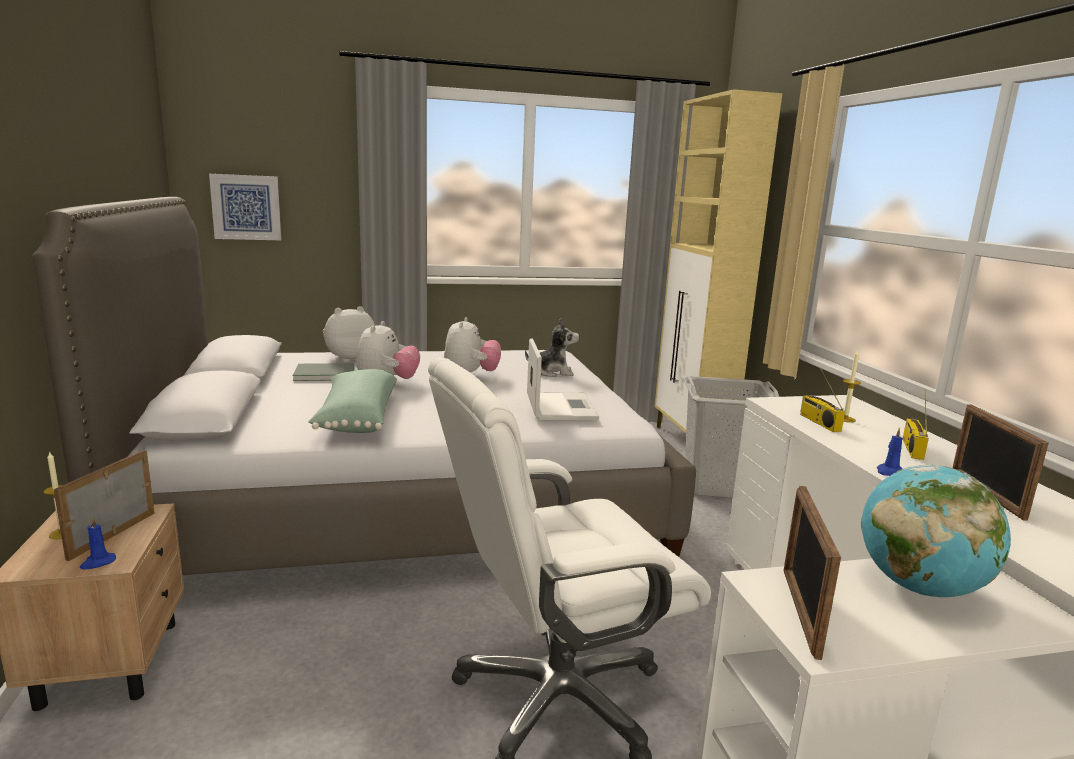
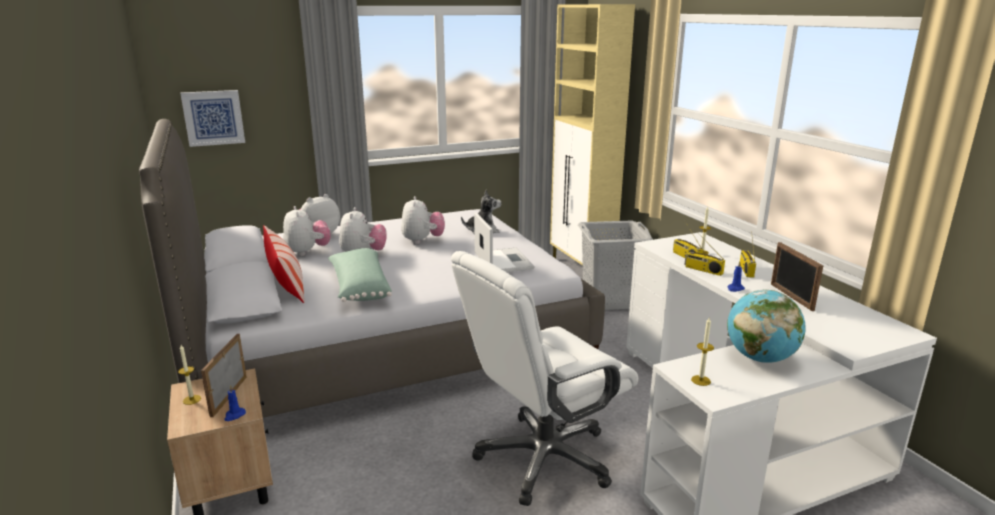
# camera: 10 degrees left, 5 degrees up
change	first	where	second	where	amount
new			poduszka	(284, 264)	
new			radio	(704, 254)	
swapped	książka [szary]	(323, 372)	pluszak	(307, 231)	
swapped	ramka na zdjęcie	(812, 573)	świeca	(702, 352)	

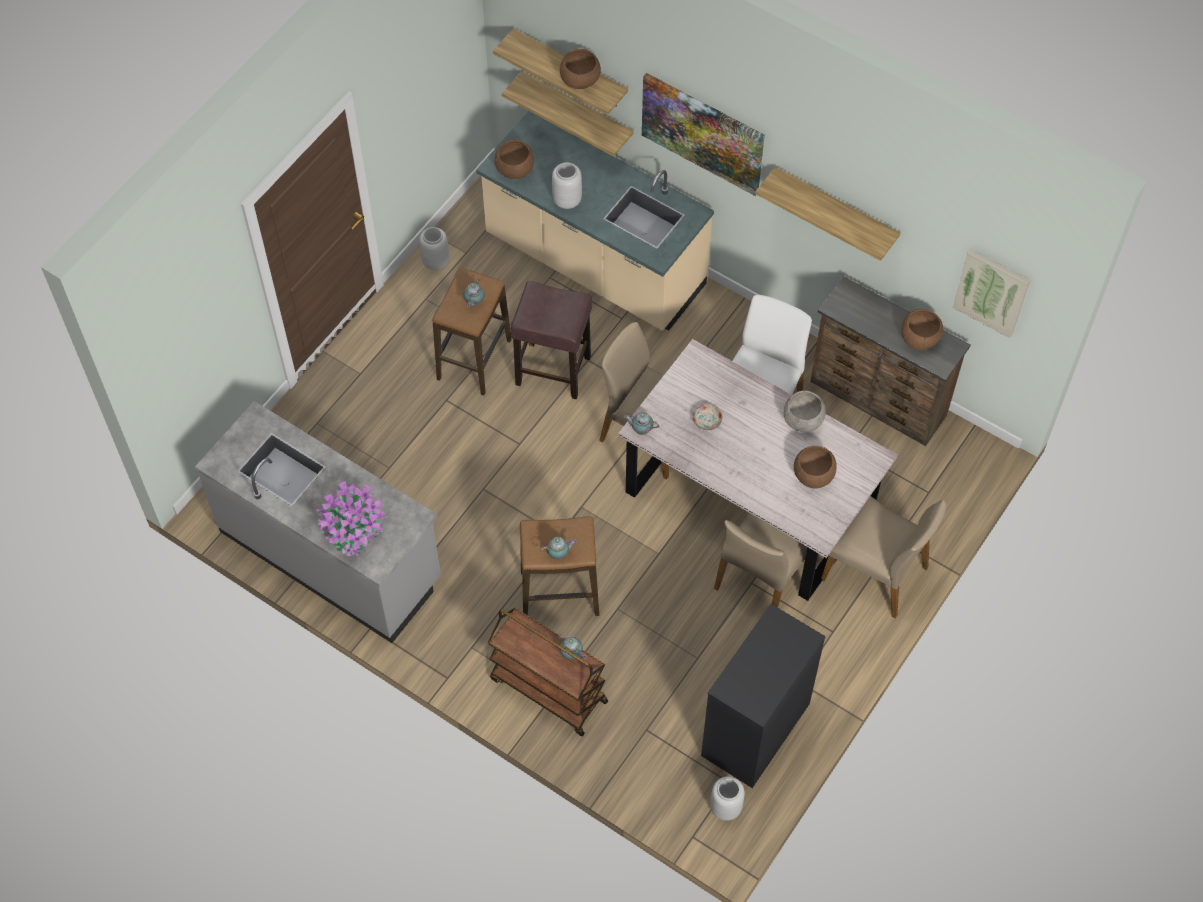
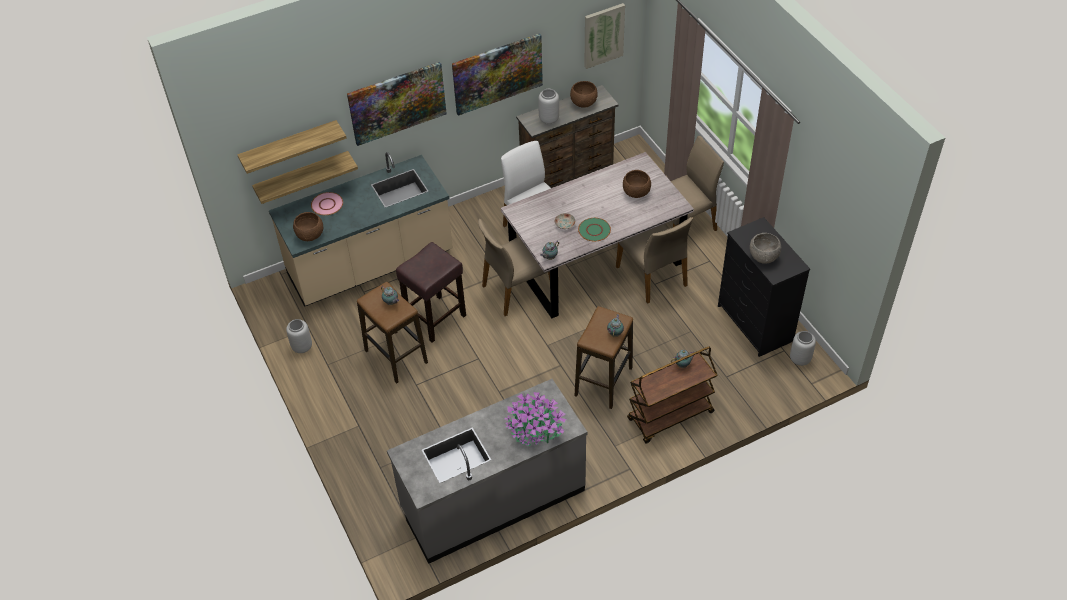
# camera: 60 degrees left, 10 degrees down
change	first	where	second	where	amount
gone	miska [brązowy]	(580, 69)			
new			talerz [różowy]	(327, 203)	
new			talerz [zielony]	(594, 229)	
shifted	wazon [szary]	(567, 185)		(548, 106)	
shifted	miska [szary]	(804, 411)		(765, 248)	
swapped	półka	(827, 214)	obraz	(497, 74)	

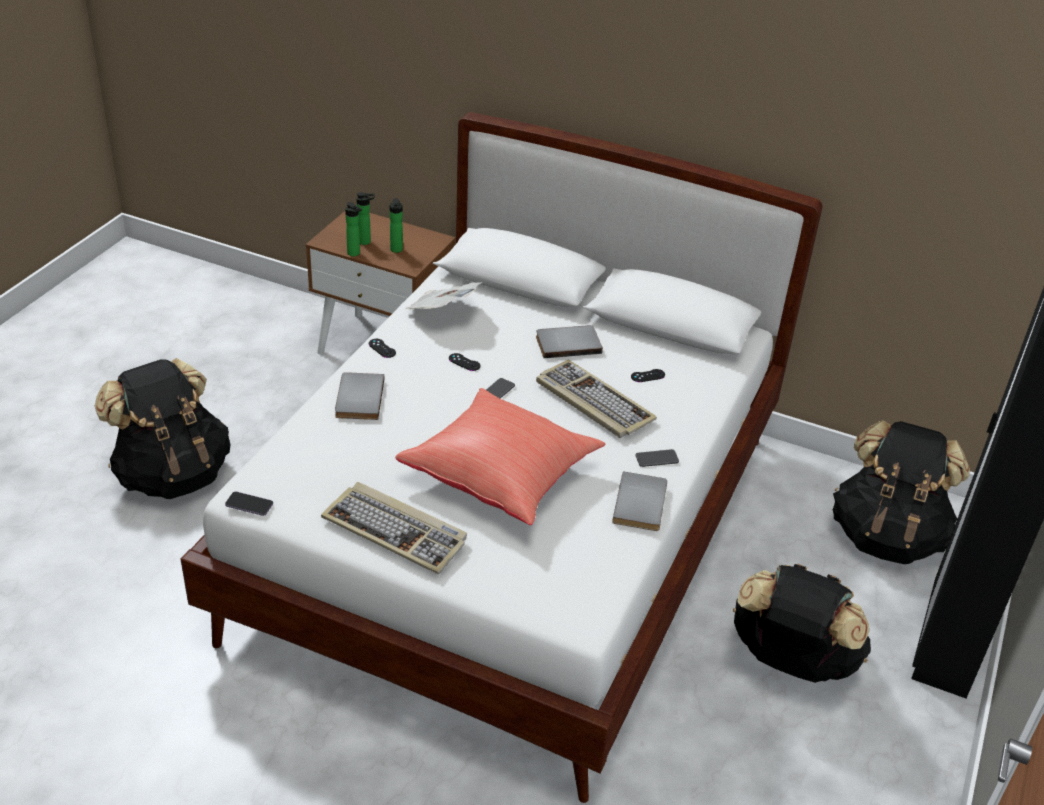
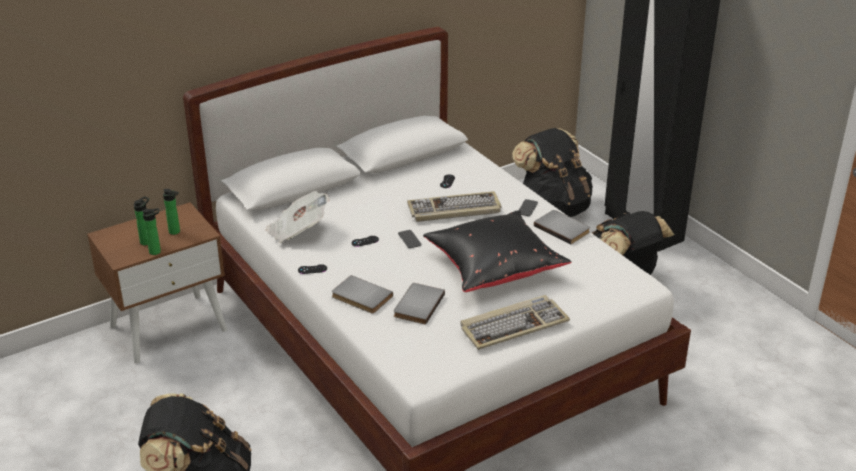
# camera: 55 degrees left, 5 degrees down
change	first	where	second	where	amount
gone	telefon	(249, 504)			
shifted	książka [szary]	(569, 341)		(419, 304)	
repainted	poduszka [czerwony]	(500, 456)	poduszka [czarny]	(497, 251)	

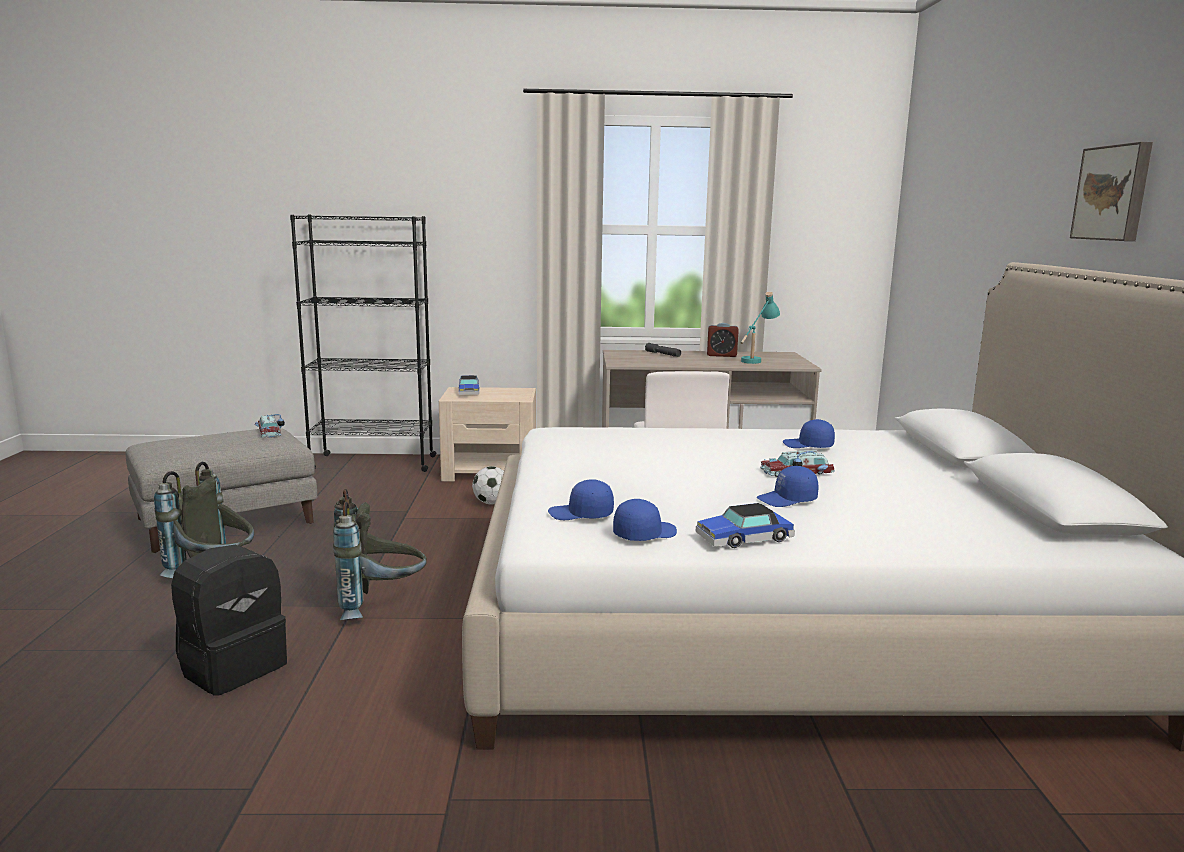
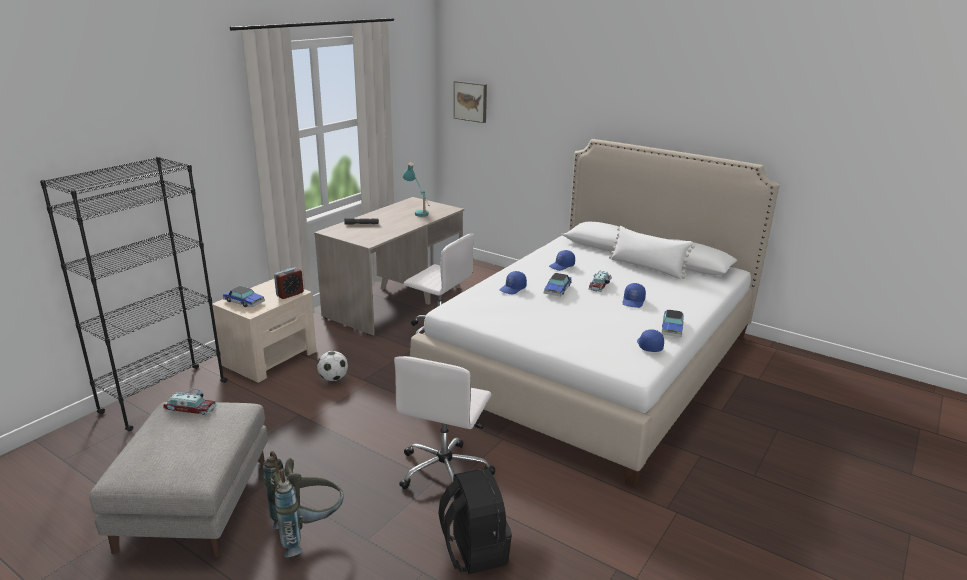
# camera: 55 degrees left, 10 degrees up
change	first	where	second	where	amount
new			samochodzik	(558, 285)	
new			poduszka [biały]	(652, 252)	
shifted	czapka z daszkiem [niebieski]	(581, 499)		(513, 282)	
shifted	budzik	(723, 340)		(289, 283)	
shifted	obraz	(1111, 191)		(470, 102)	
swapped	plecak [szary]	(380, 554)	krzesło biurowe [biały]	(444, 422)	

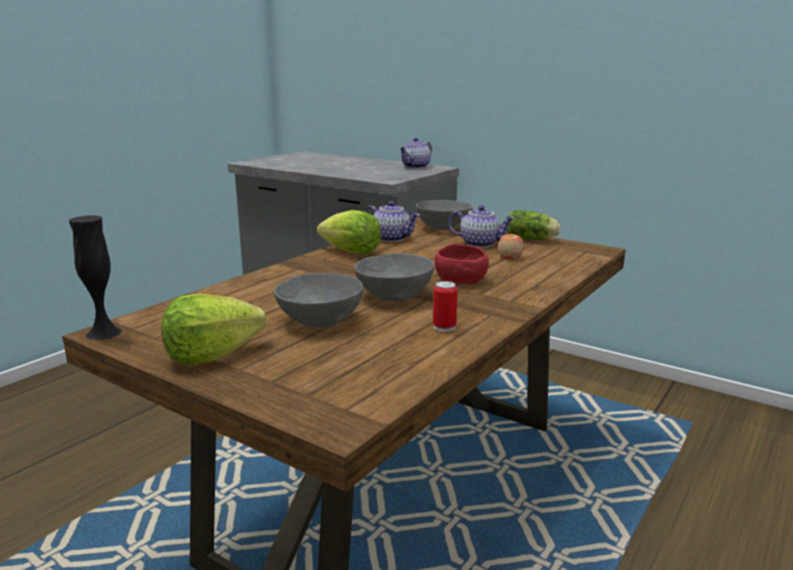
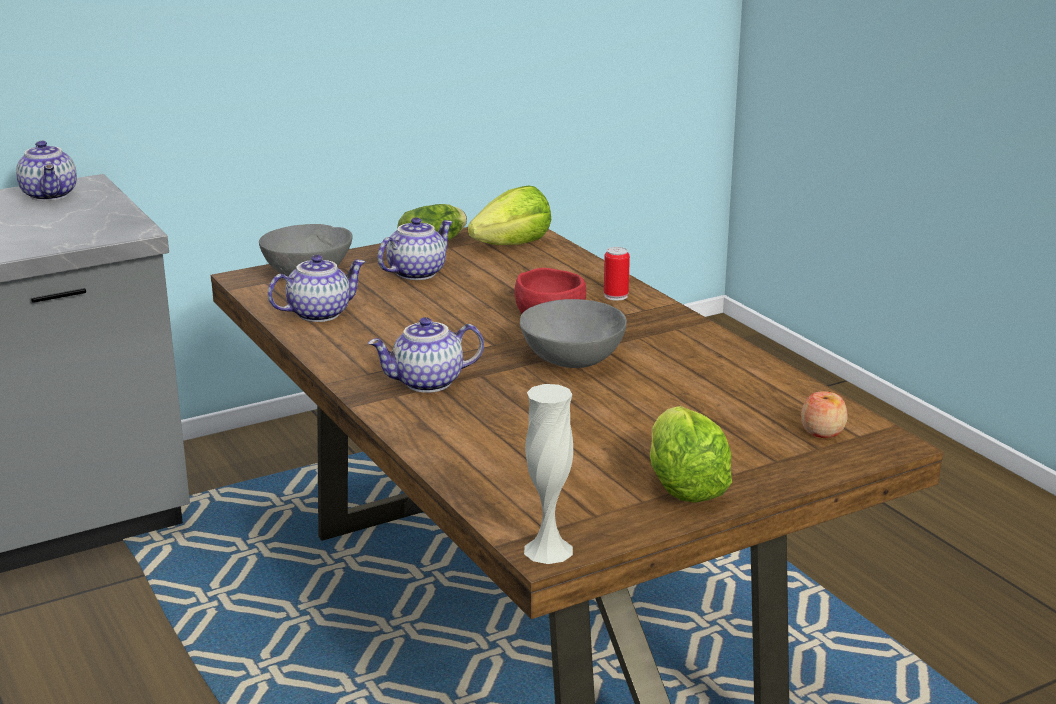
# camera: 65 degrees left, 5 degrees up
change	first	where	second	where	amount
gone	miska [szary]	(318, 300)			
new			imbryk	(426, 355)	
shifted	sałata	(349, 232)		(509, 215)	
shifted	puszka	(445, 306)		(617, 274)	
shifted	jabłko	(511, 246)		(824, 414)	
repainted	wazon [czarny]	(95, 278)	wazon [biały]	(548, 474)	

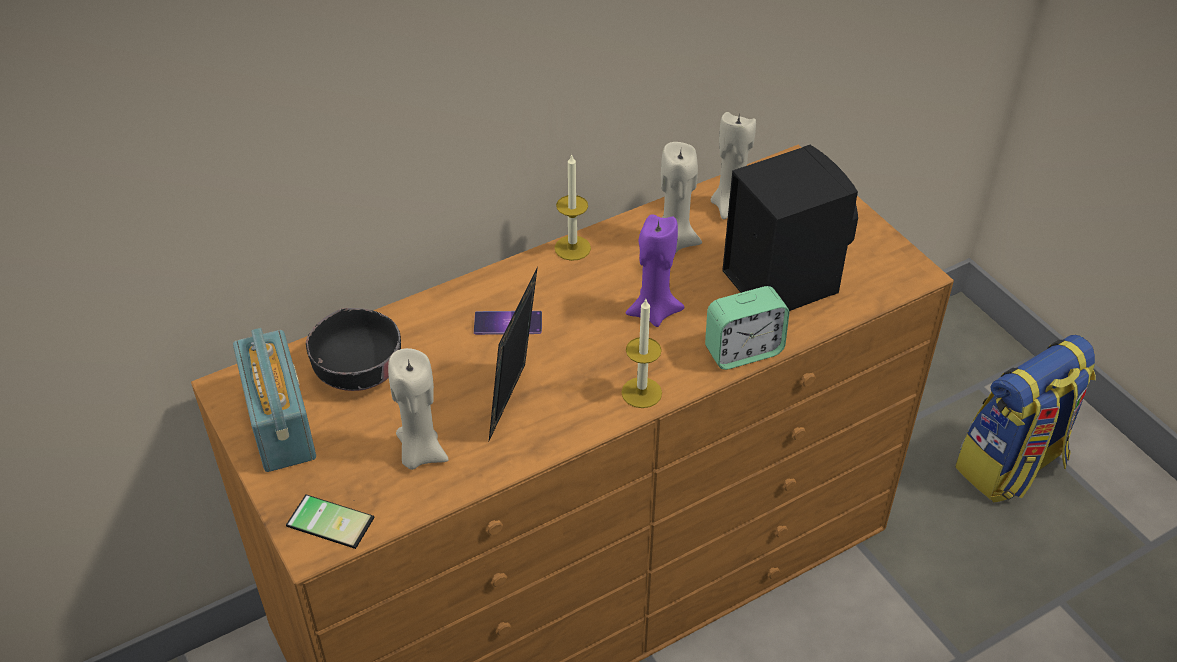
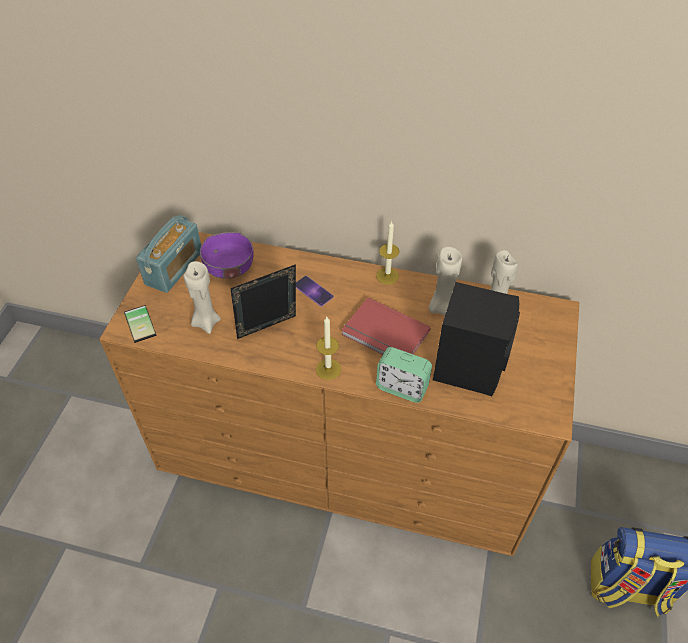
# camera: 45 degrees right, 5 degrees up
change	first	where	second	where	amount
swapped	świeca [fioletowy]	(655, 270)	książka [czerwony]	(386, 326)	
repainted	miska [czarny]	(353, 349)	miska [fioletowy]	(226, 255)	

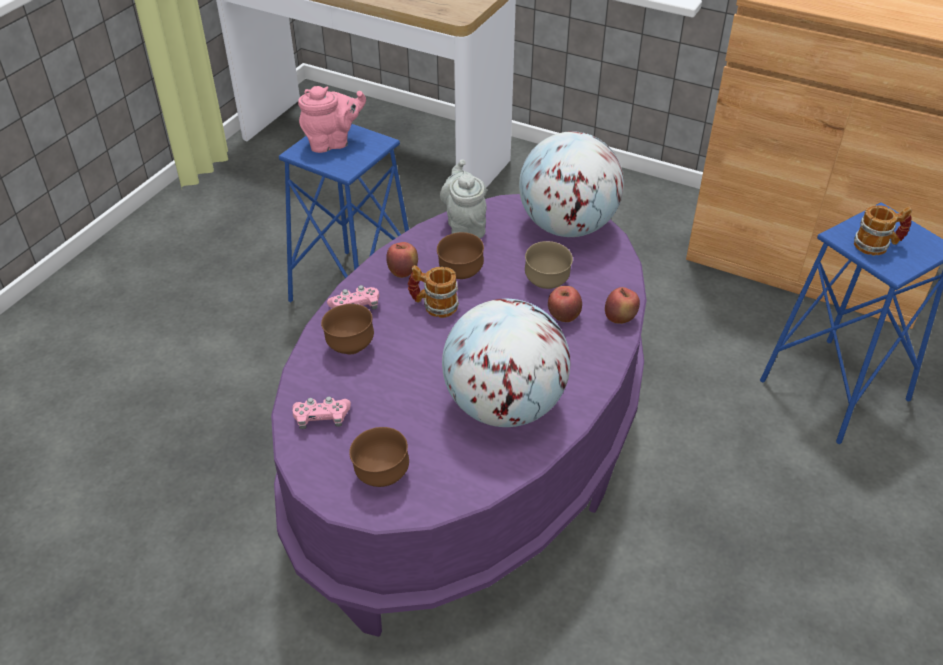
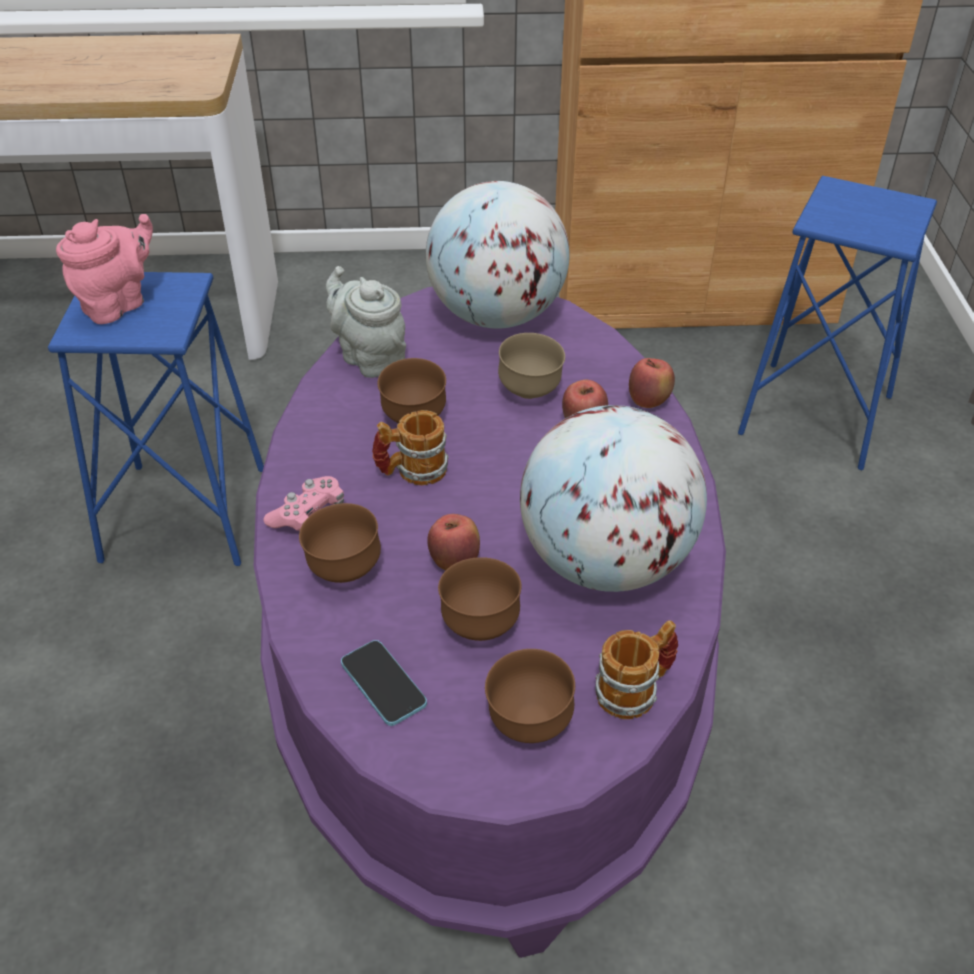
# camera: 30 degrees left, 0 degrees up
change	first	where	second	where	amount
new			miska [brązowy]	(480, 599)	
shifted	jabłko	(402, 260)		(453, 542)	
shifted	kubek	(883, 230)		(636, 669)	
swapped	pad do gier [różowy]	(321, 413)	telefon	(384, 683)	

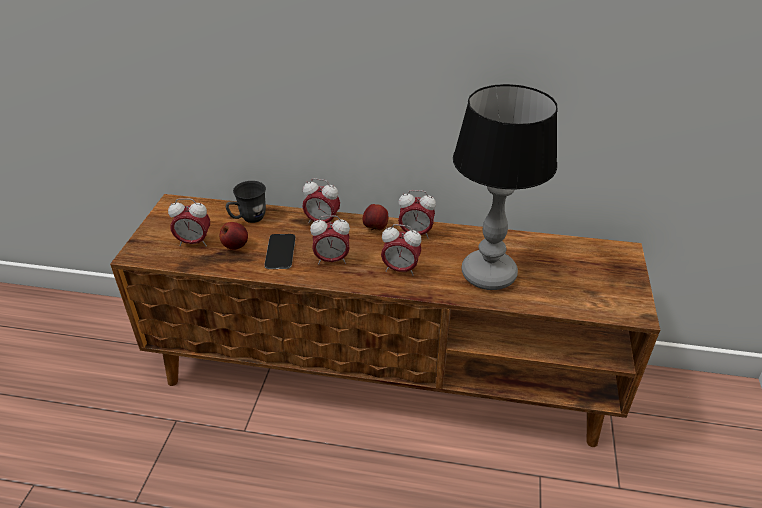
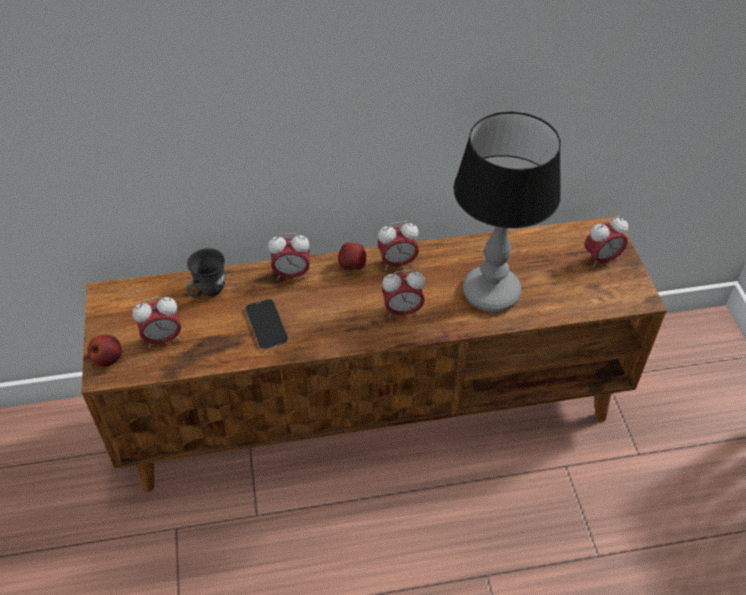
# camera: 20 degrees left, 10 degrees up
change	first	where	second	where	amount
shifted	jabłko	(234, 236)		(105, 351)	
shifted	budzik	(330, 240)		(606, 242)	

